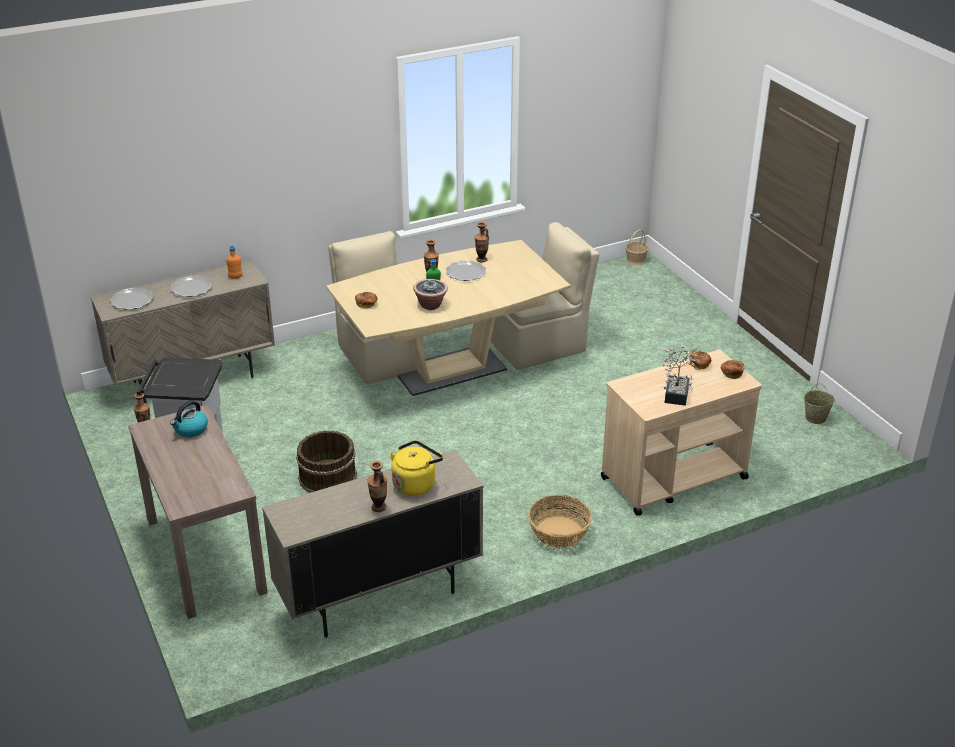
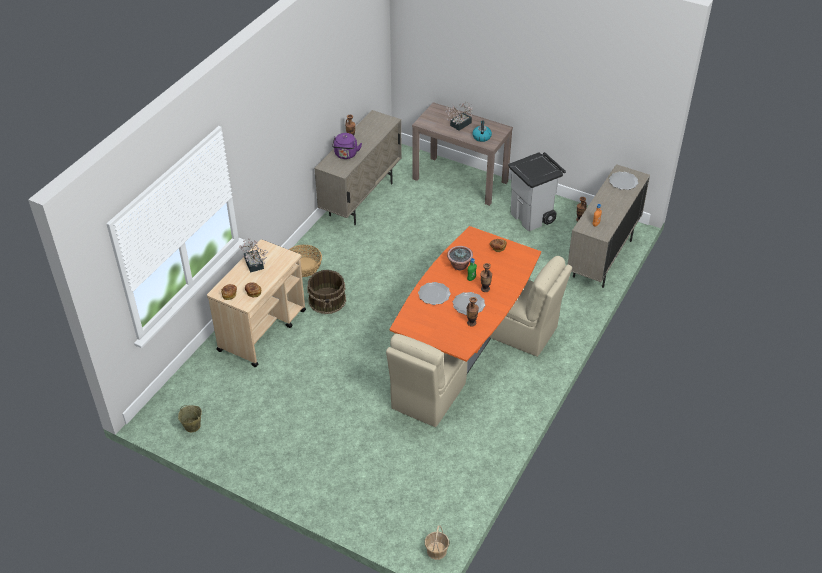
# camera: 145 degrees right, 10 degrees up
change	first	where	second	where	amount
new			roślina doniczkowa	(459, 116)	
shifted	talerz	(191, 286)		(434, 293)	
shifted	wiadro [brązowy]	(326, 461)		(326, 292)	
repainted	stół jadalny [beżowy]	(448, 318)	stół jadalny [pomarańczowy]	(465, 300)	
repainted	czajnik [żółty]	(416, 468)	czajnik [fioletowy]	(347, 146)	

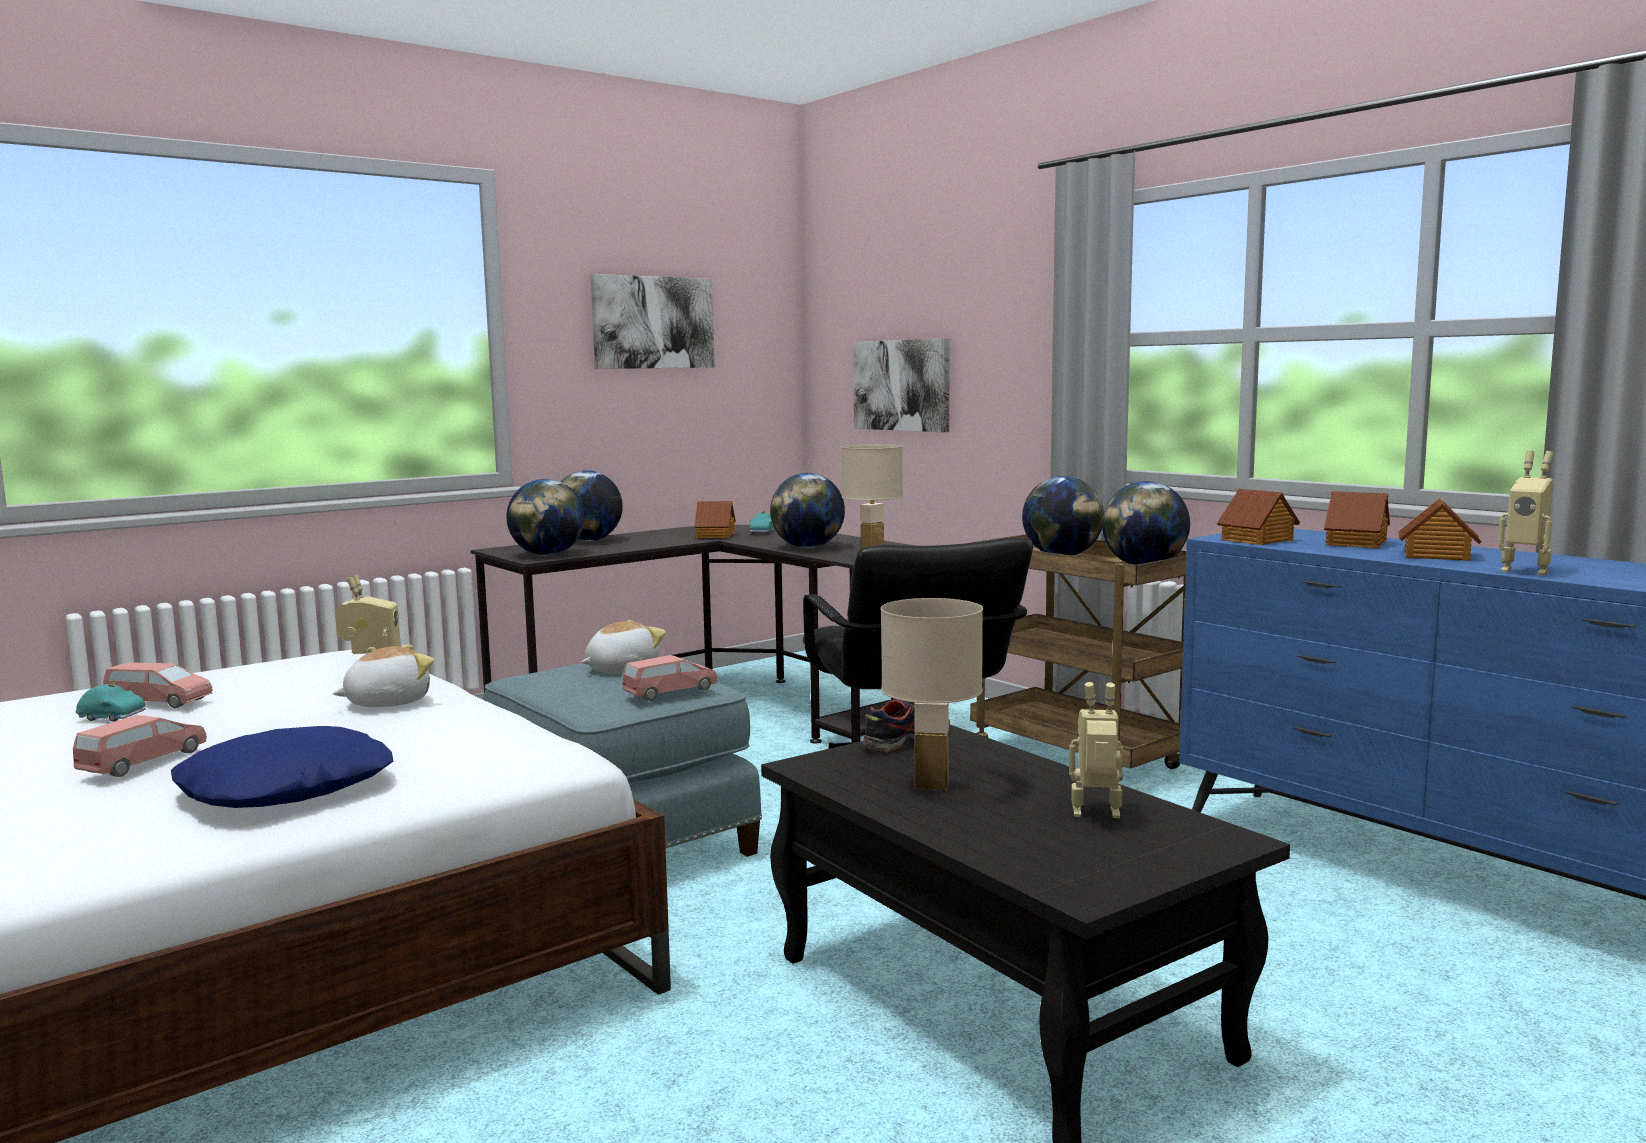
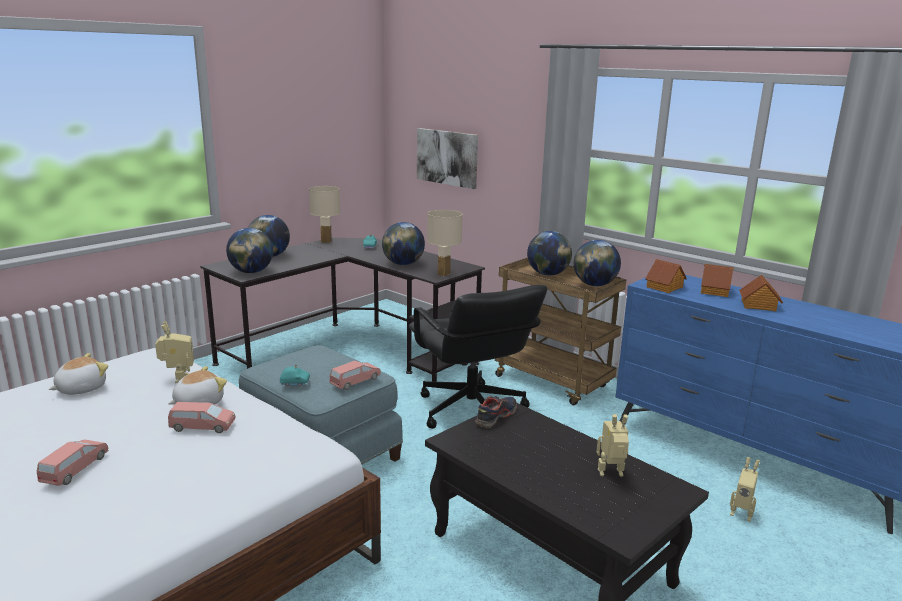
# camera: 10 degrees left, 10 degrees up
change	first	where	second	where	amount
gone	poduszka [niebieski]	(282, 767)			
gone	obraz	(653, 321)			
gone	domek	(715, 519)			
shifted	samochodzik [turkusowy]	(110, 700)		(295, 375)	
shifted	samochodzik [różowy]	(158, 685)		(201, 417)	
shifted	pluszak	(623, 647)		(78, 374)	
shifted	lampa stołowa [beżowy]	(932, 694)		(324, 214)	
shifted	robot zabawkowy	(1526, 512)		(745, 489)	

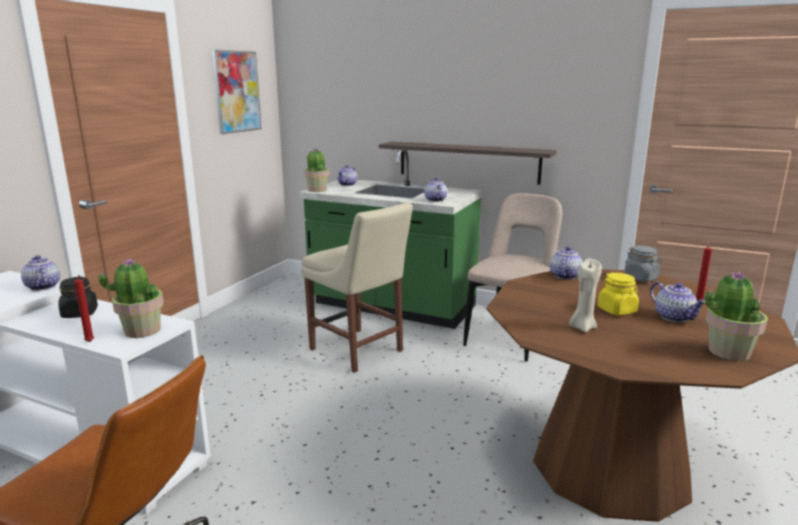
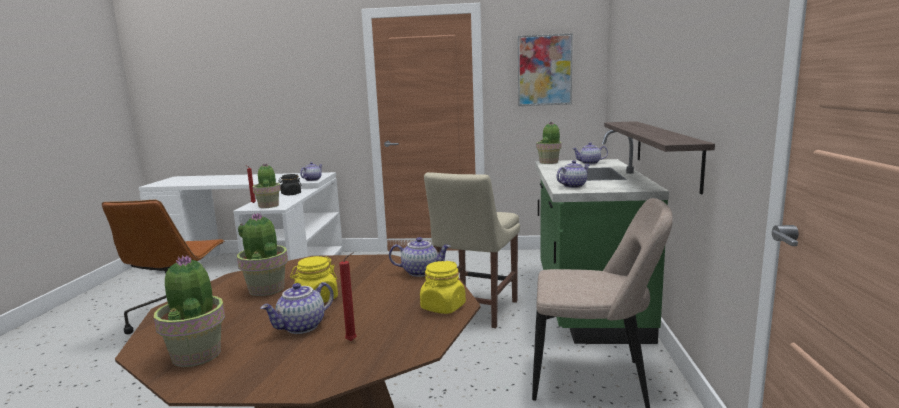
# camera: 70 degrees right, 5 degrees down
change	first	where	second	where	amount
swapped	świeca [beżowy]	(585, 295)	roślina doniczkowa	(262, 254)	
repainted	słoik [szary]	(643, 264)	słoik [żółty]	(443, 287)	

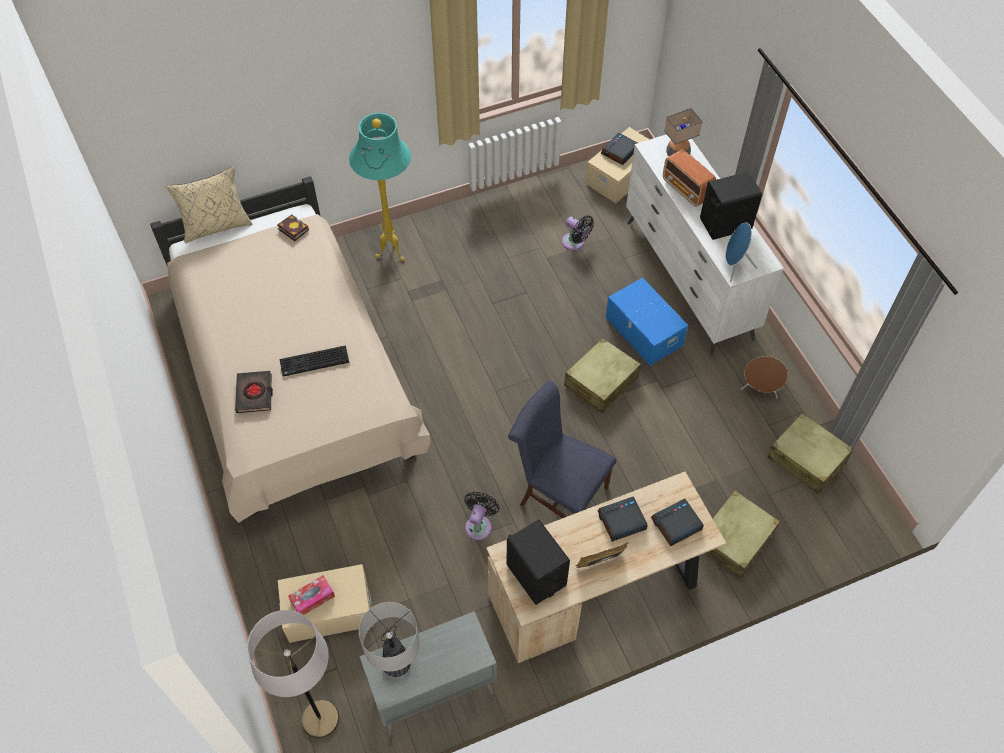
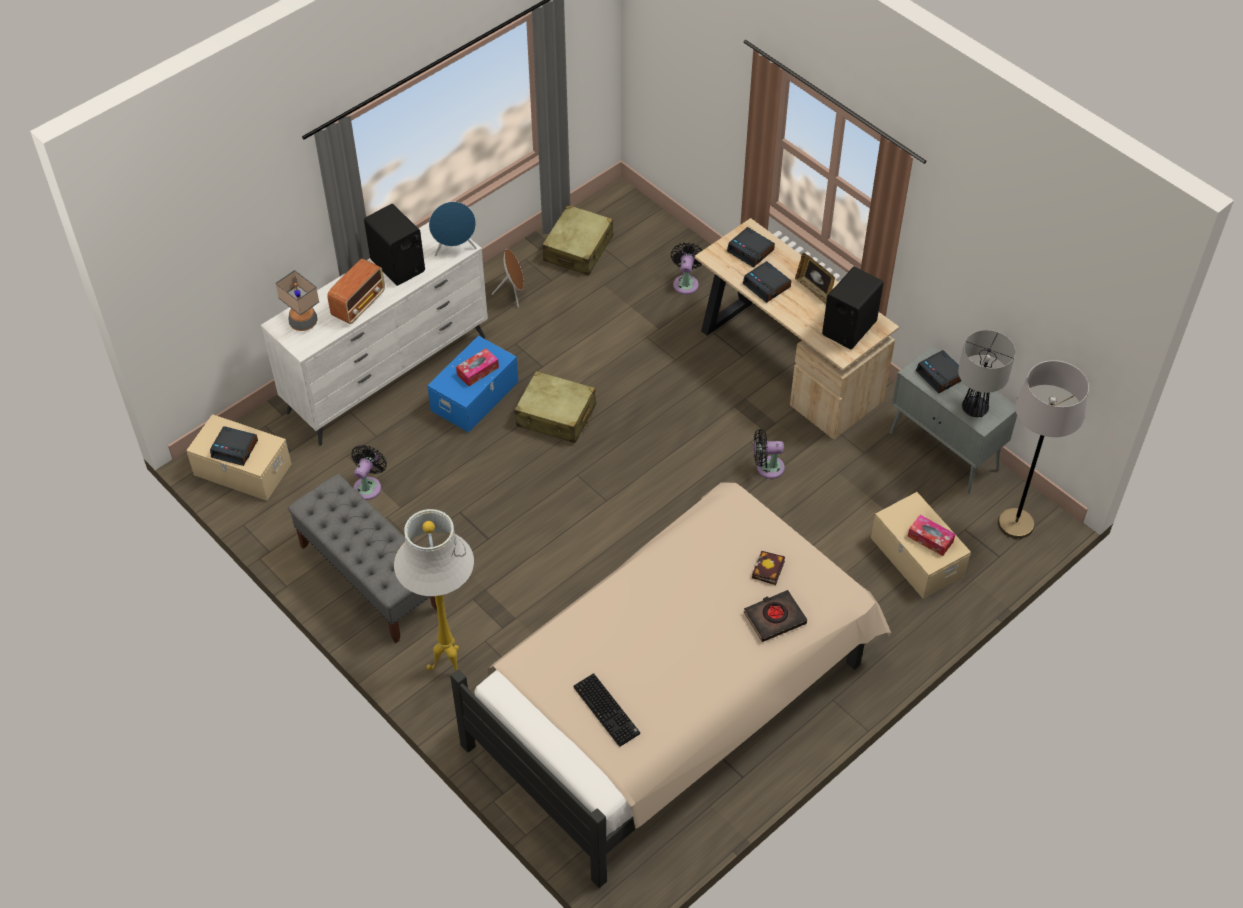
# camera: 110 degrees left, 5 degrees down
change	first	where	second	where	amount
gone	poduszka [beżowy]	(209, 204)			
gone	krzesło [niebieski]	(562, 449)			
new			ławka [szary]	(362, 558)	
new			pudełko chusteczek	(477, 367)	
new			budzik	(938, 371)	
shifted	książka	(293, 227)		(768, 568)	
shifted	klawiatura	(314, 361)		(607, 710)	
swapped	walizka [beżowy]	(743, 534)	wentylator [czarny]	(687, 268)	
repainted	lampa stojąca [turkusowy]	(380, 187)	lampa stojąca [biały]	(434, 590)	

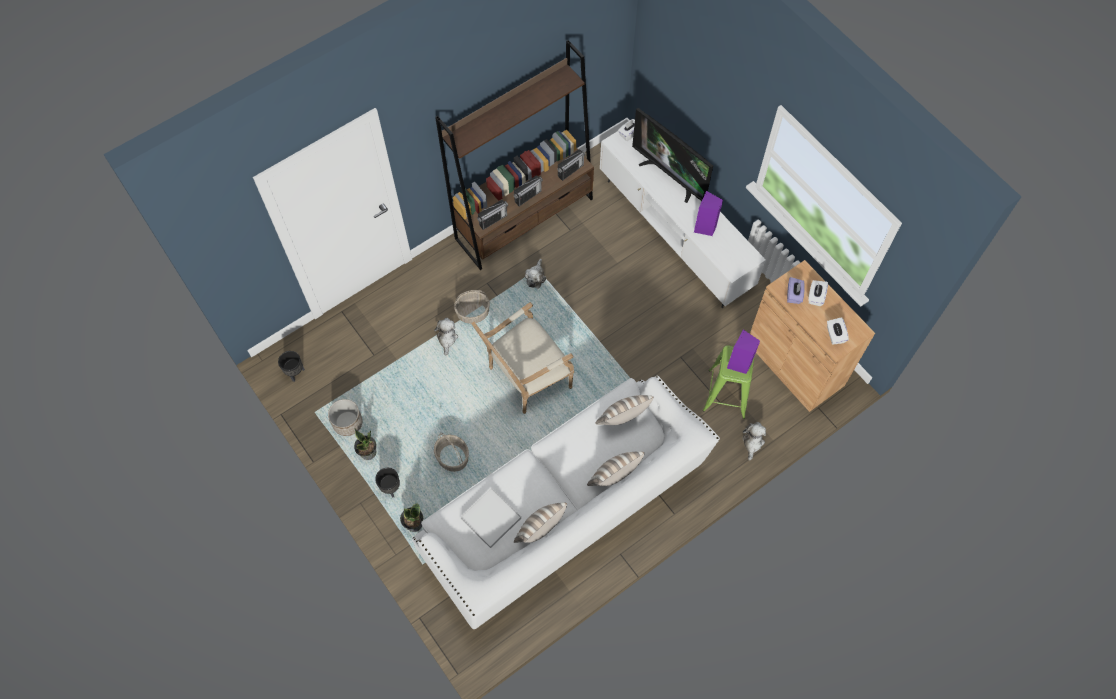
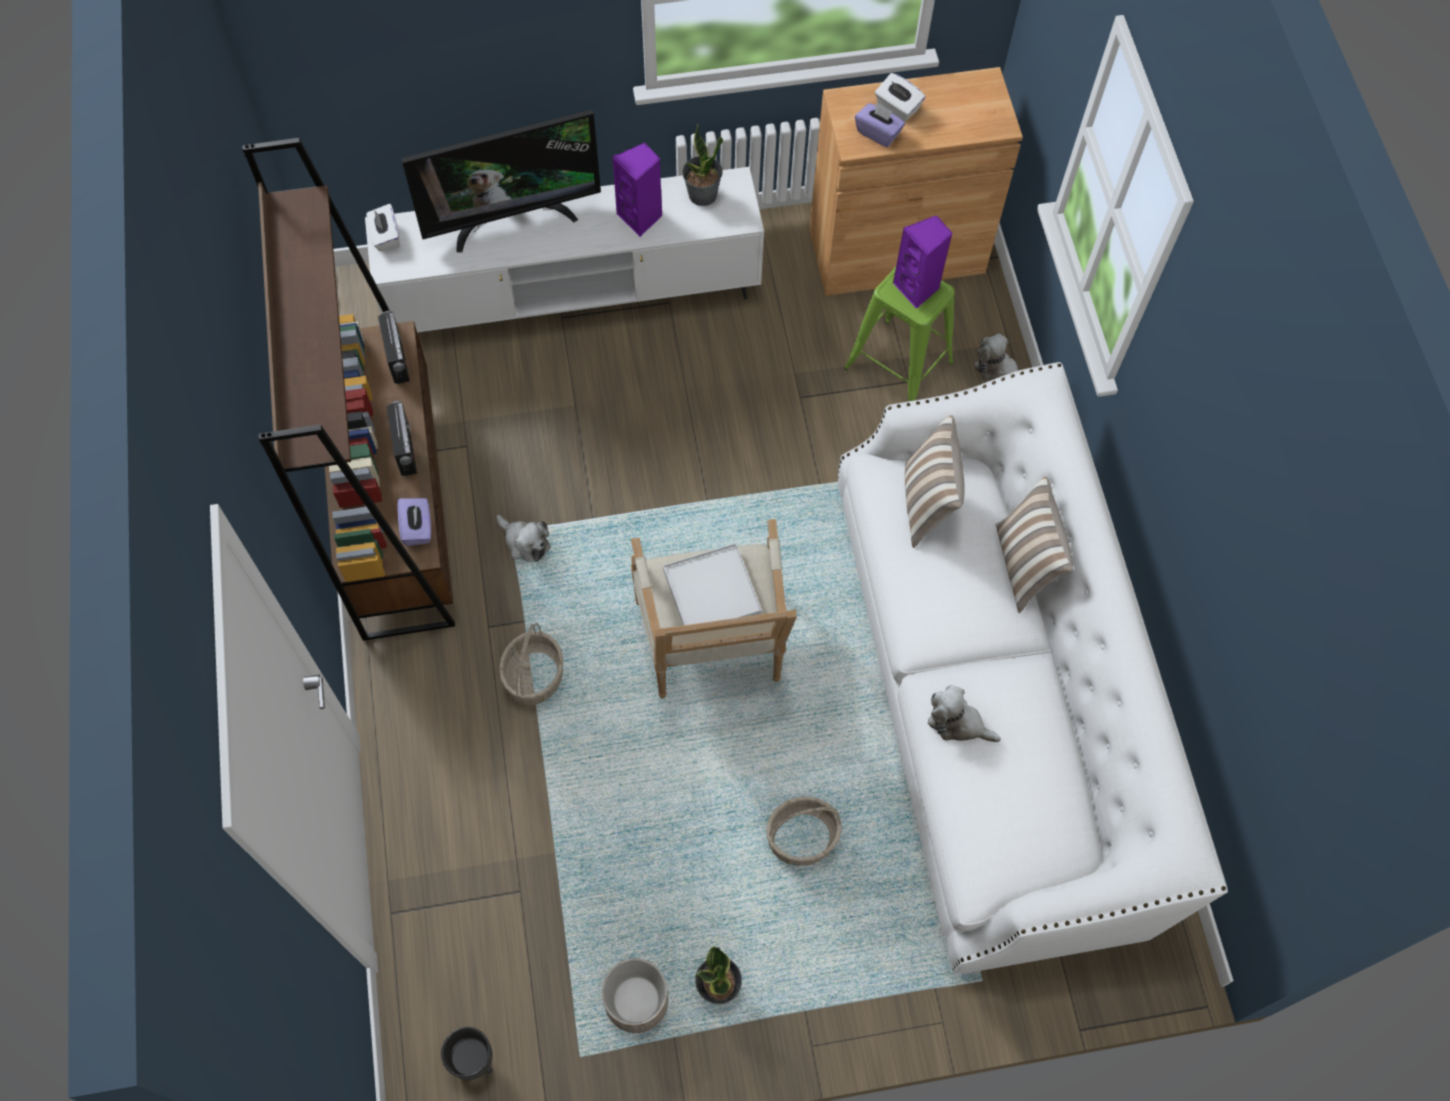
# camera: 65 degrees left, 0 degrees up
change	first	where	second	where	amount
gone	donica [czarny]	(387, 483)			
gone	poduszka	(540, 522)			
gone	pudełko chusteczek [biały]	(838, 331)			
shifted	roślina doniczkowa	(411, 517)		(702, 164)	
shifted	pluszak	(446, 336)		(964, 713)	
shifted	taca [biały]	(491, 518)		(712, 584)	
swapped	radio	(492, 215)	pudełko chusteczek [fioletowy]	(414, 522)	

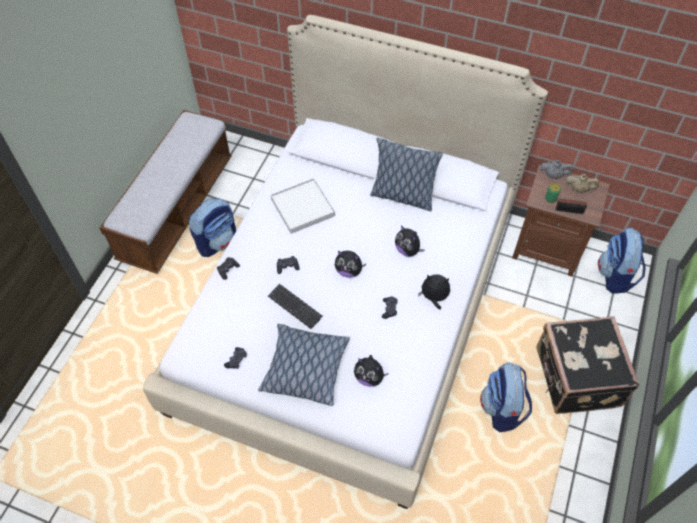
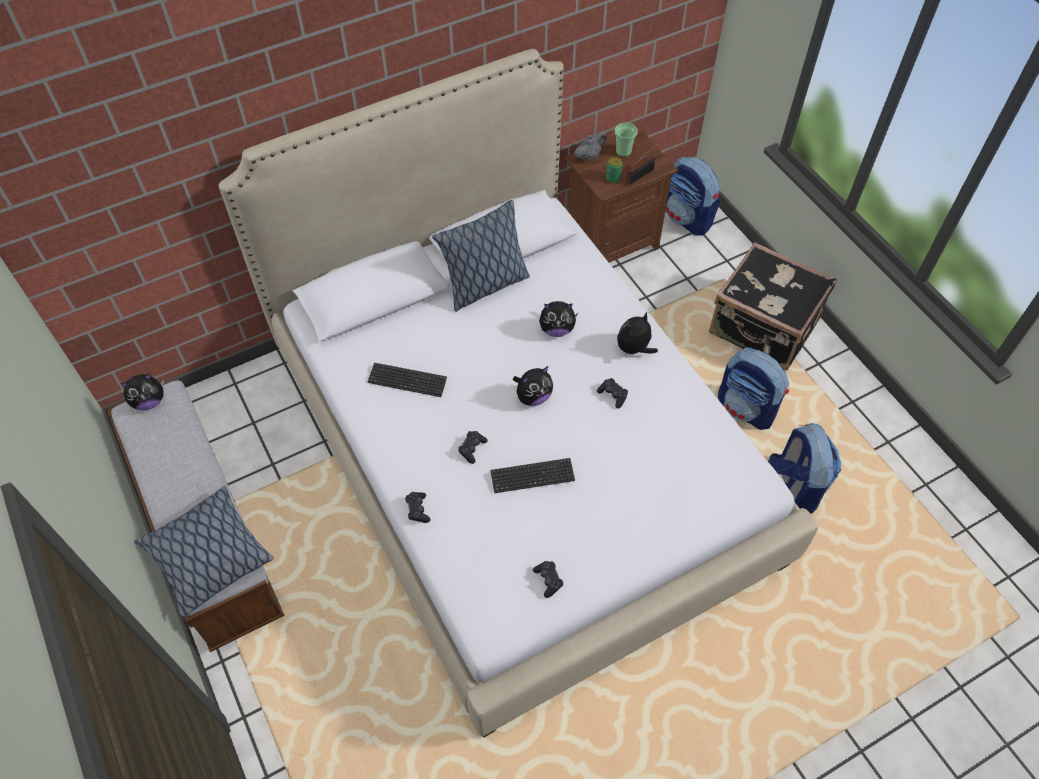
# camera: 50 degrees left, 0 degrees up
change	first	where	second	where	amount
shifted	plecak	(212, 227)		(804, 468)	
shifted	poduszka	(304, 365)		(204, 552)	
shifted	pluszak	(371, 371)		(142, 392)	
swapped	taca [biały]	(303, 206)	klawiatura	(407, 380)	
swapped	imbryk [beżowy]	(582, 183)	filiżanka	(626, 140)	

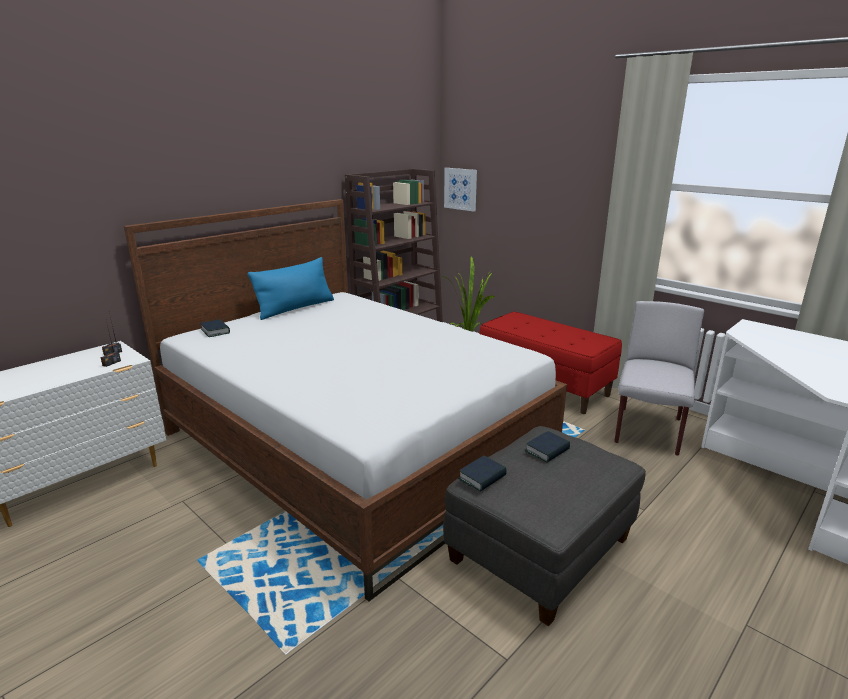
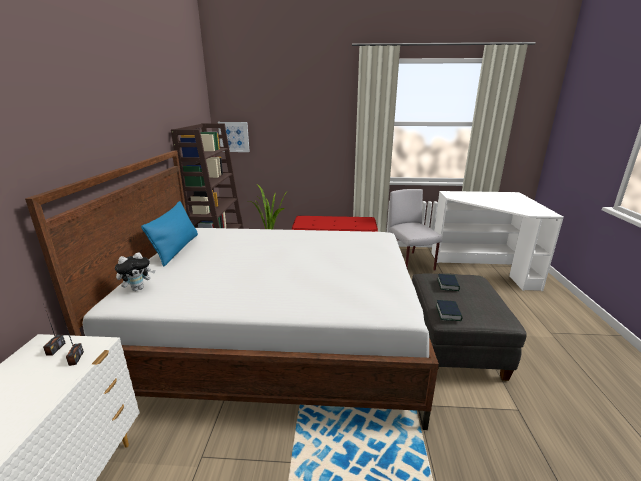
# camera: 40 degrees left, 0 degrees up
change	first	where	second	where	amount
swapped	książka	(215, 328)	pluszak	(135, 271)	

